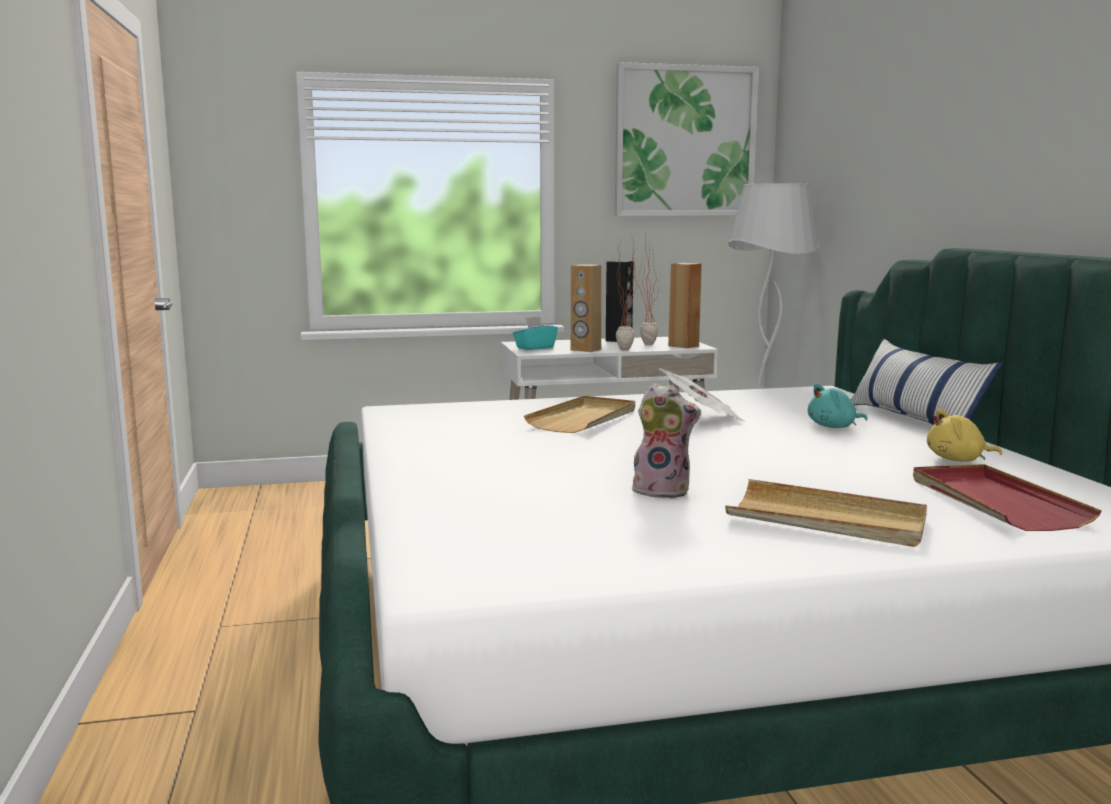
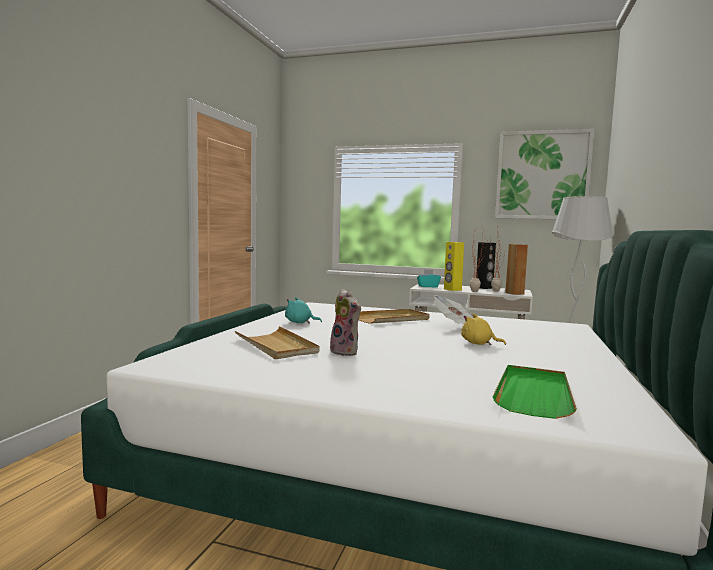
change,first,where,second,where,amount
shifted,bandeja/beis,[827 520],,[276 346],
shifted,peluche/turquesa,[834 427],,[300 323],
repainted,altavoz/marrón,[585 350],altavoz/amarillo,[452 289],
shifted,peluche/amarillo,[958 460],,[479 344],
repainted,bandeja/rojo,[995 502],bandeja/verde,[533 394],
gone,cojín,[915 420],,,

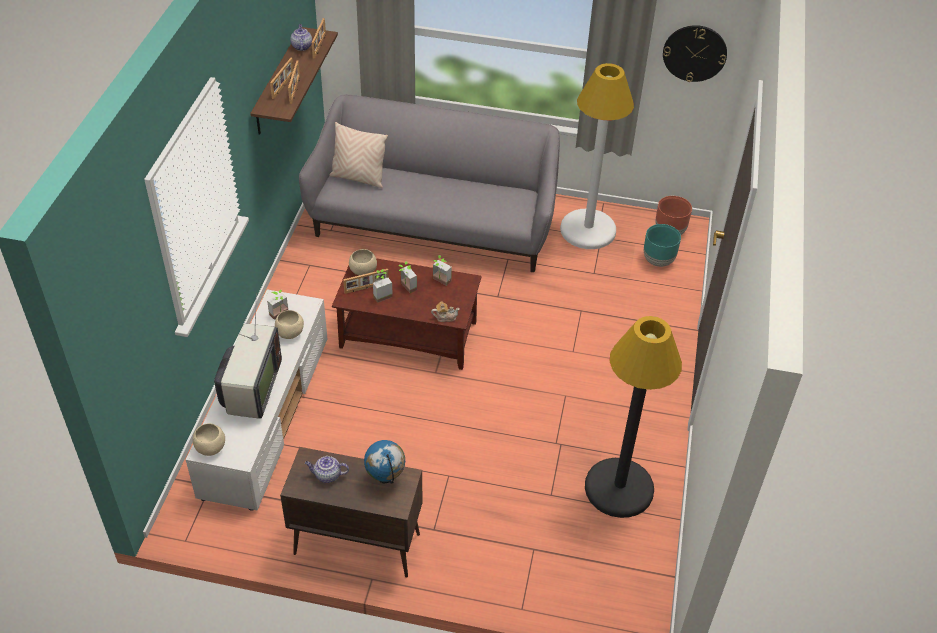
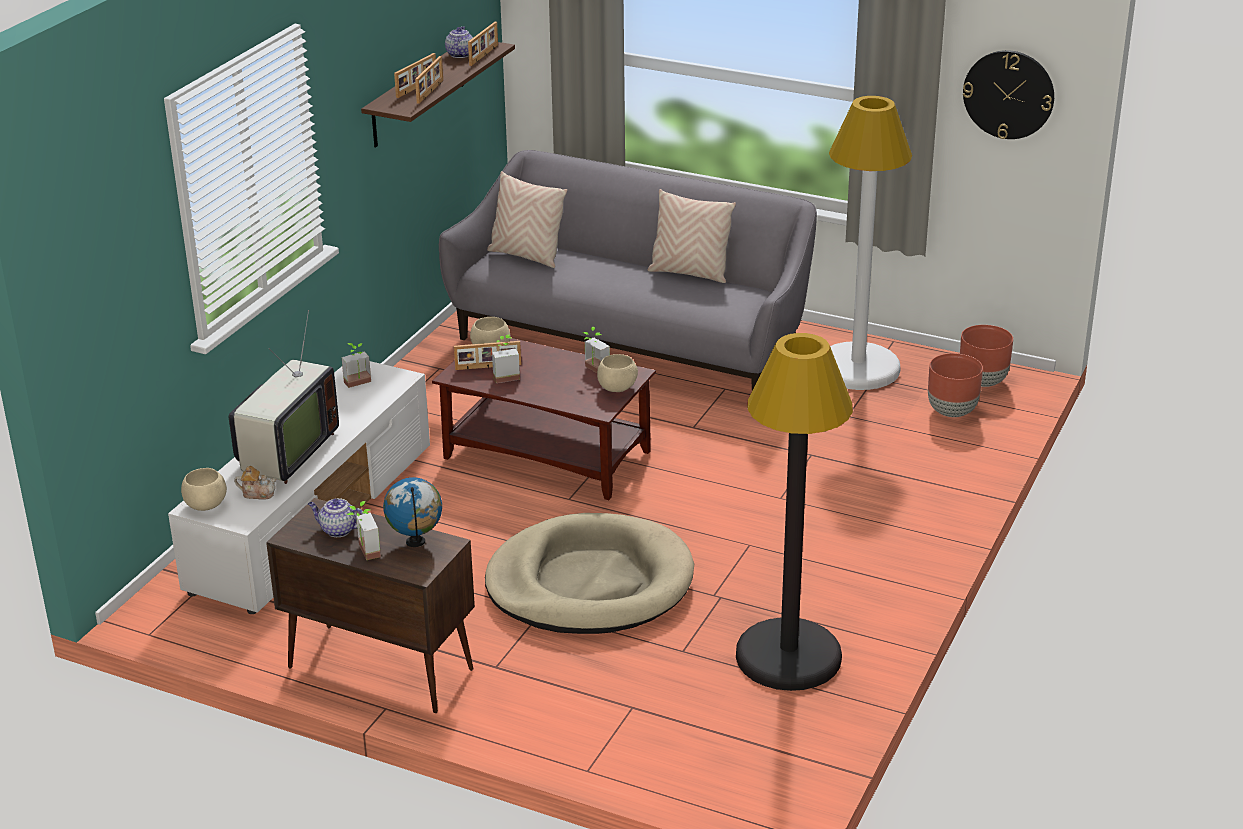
change,first,where,second,where,amount
shifted,tetera,[445 317],,[257 493],
shifted,planta en maceta,[405 288],,[363 552],
new,,,cama para perro/beis,[590 583],
shifted,cuenco/beis,[290 333],,[618 388],
new,,,cojín/beis,[690 273],
repainted,maceta/turquesa,[658 261],maceta/marrón,[952 412],

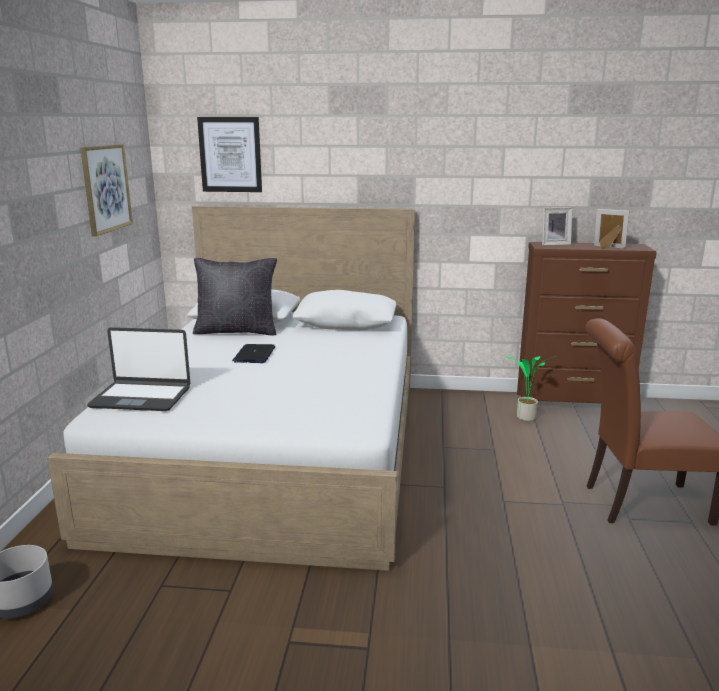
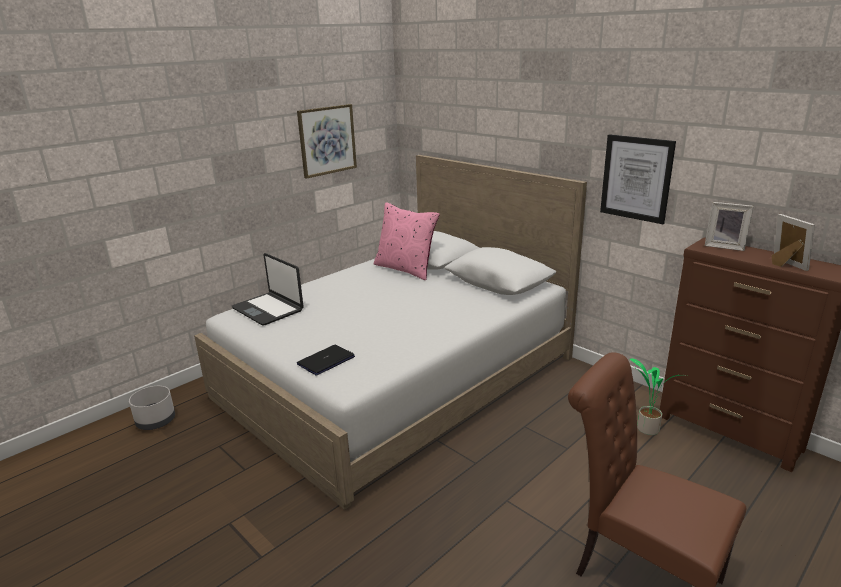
change,first,where,second,where,amount
shifted,portátil,[254 355],,[326 360],
repainted,cojín/negro,[237 331],cojín/rosa,[406 269],
shifted,cuadro,[230 155],,[636 178],

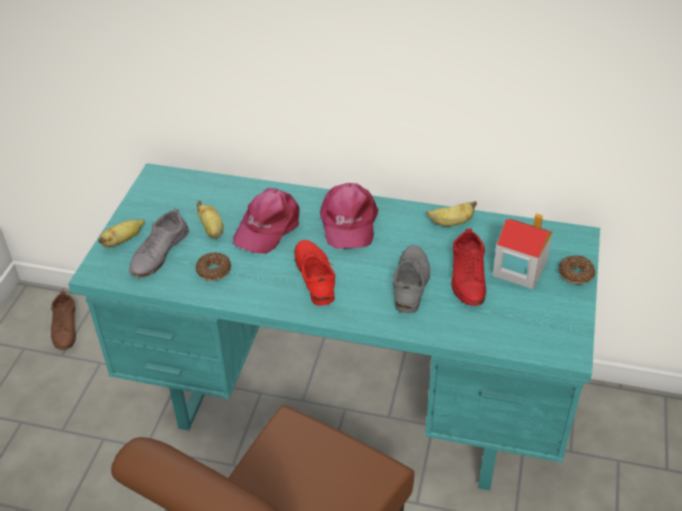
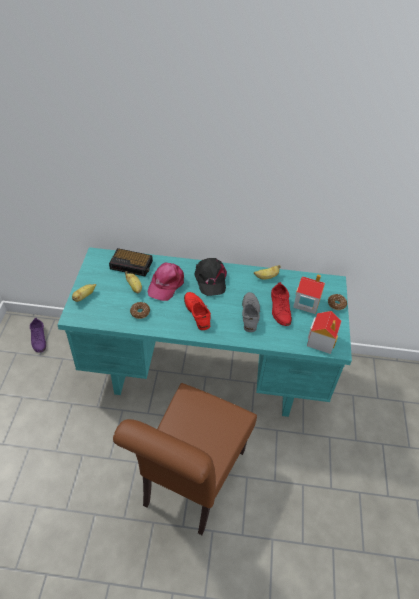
change,first,where,second,where,amount
repainted,zapato/marrón,[65 327],zapato/morado,[38 338],
new,,,despertador,[132 265],
repainted,gorra/rosa,[348 222],gorra/negro,[210 279],
new,,,casita,[321 340],
gone,zapato/gris,[159 252],,,

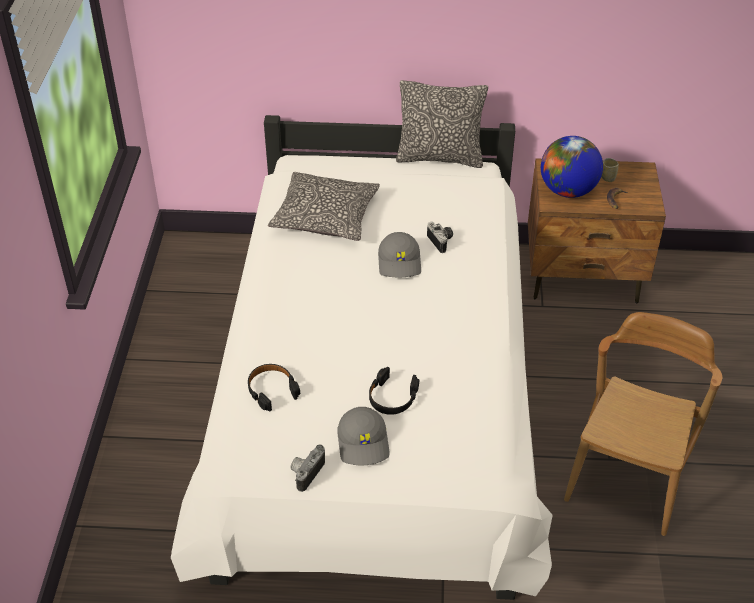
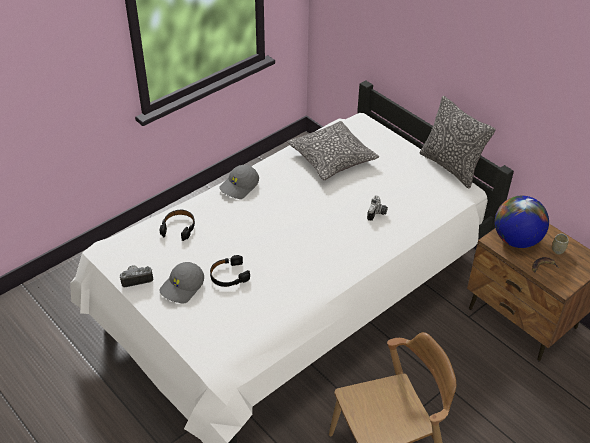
change,first,where,second,where,amount
shifted,gorra/gris,[400 263],,[239 186],

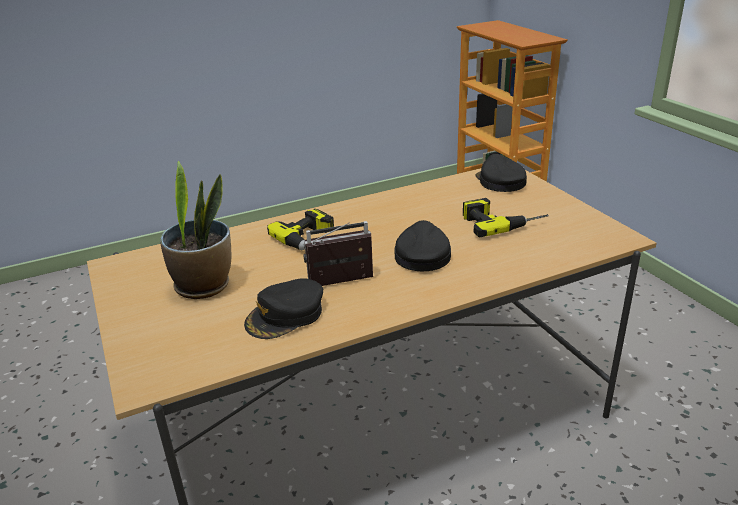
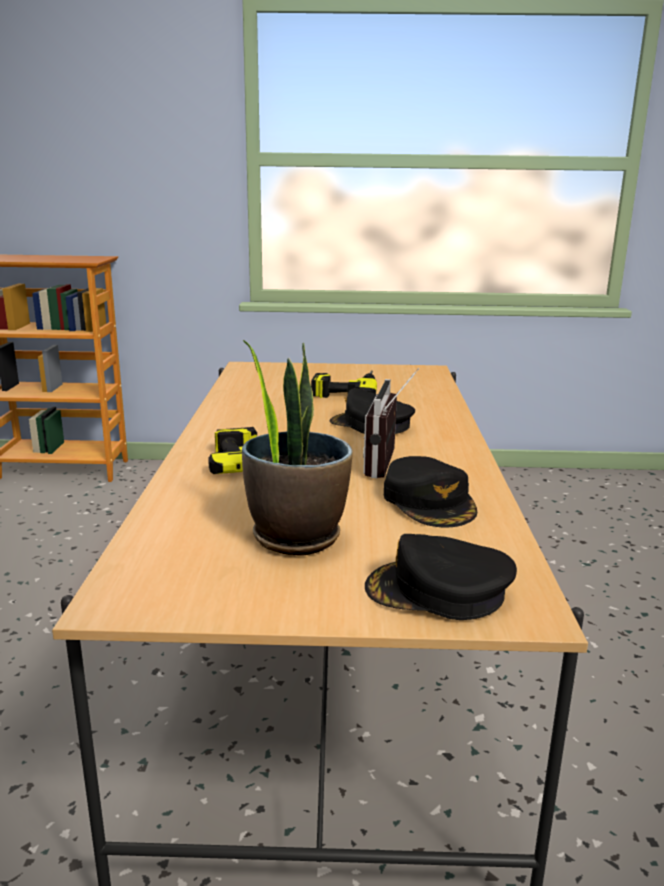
change,first,where,second,where,amount
shifted,gorra/negro,[500 181],,[438 591],

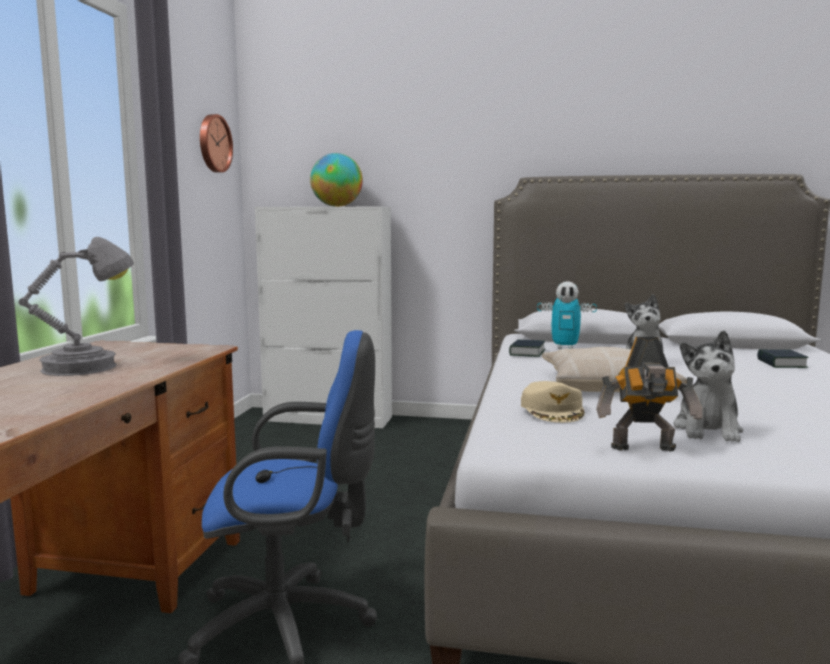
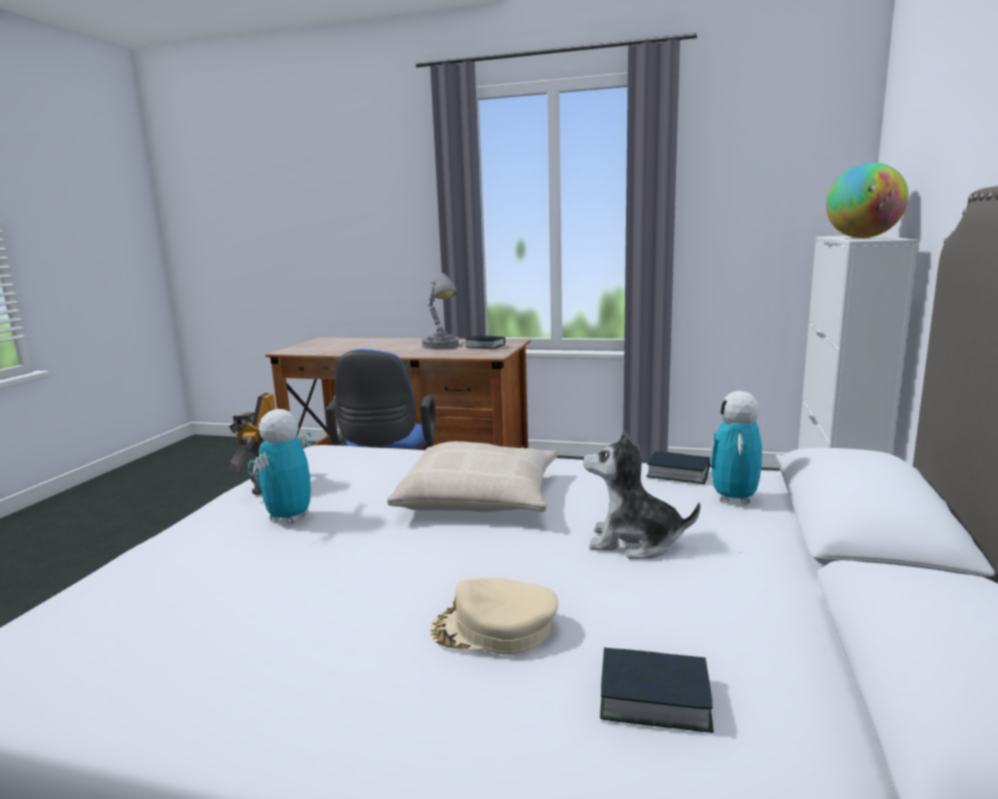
change,first,where,second,where,amount
swapped,peluche,[708 429],robot de juguete,[289 518],
shifted,gorra/beis,[553 410],,[494 628],
new,,,libro,[485 346],
gone,reloj de pared,[213 143],,,

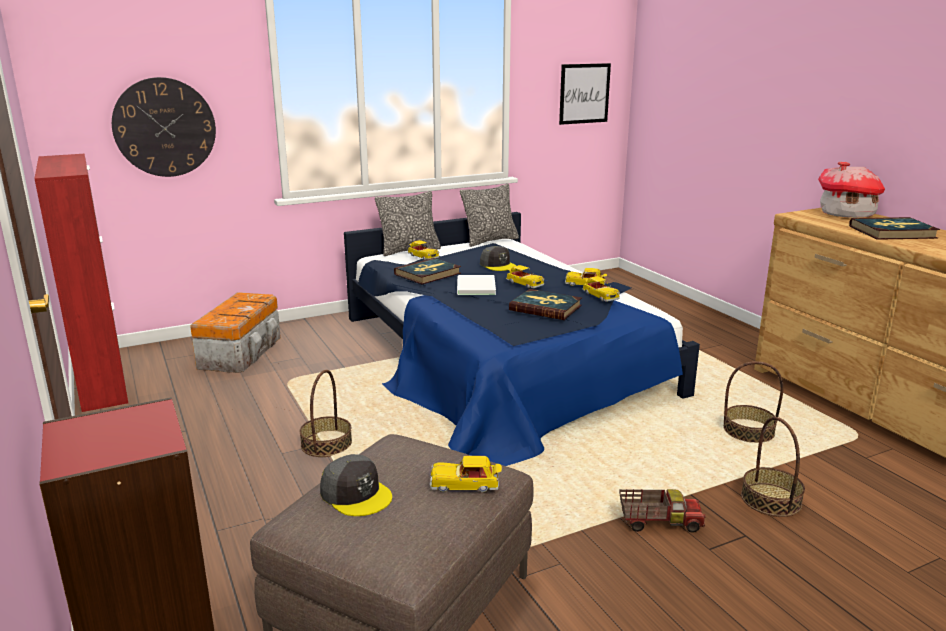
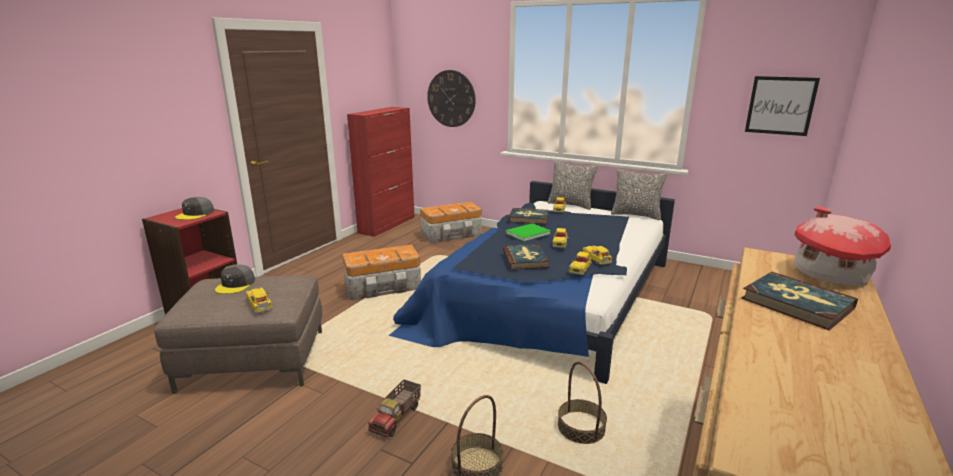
change,first,where,second,where,amount
shifted,gorra/gris,[498 265],,[195 214],
swapped,cesta,[326 444],caja de almacenaje,[384 287],
rotated,camión de juguete,[659 522],,[397 418],60 degrees clockwise
repainted,libro/blanco,[474 287],libro/verde,[526 233],

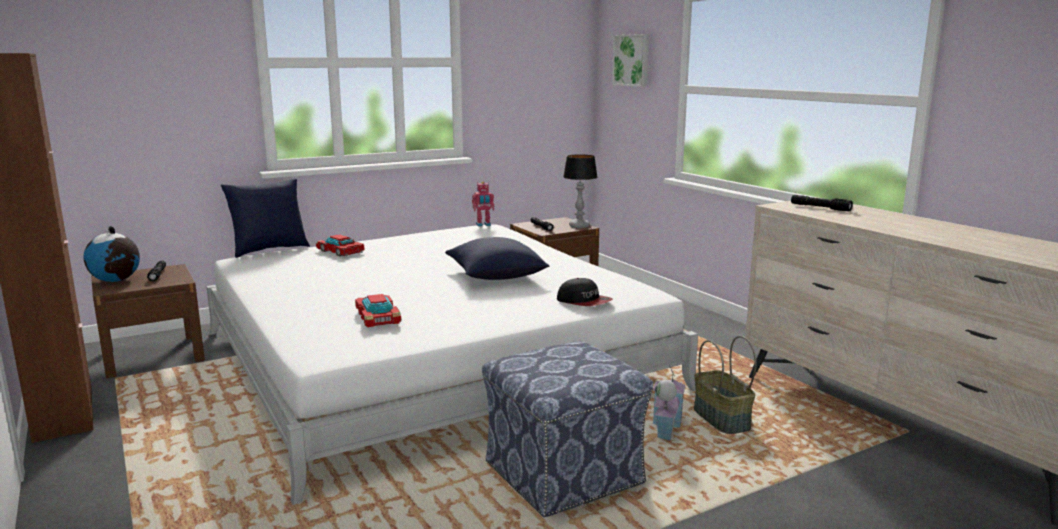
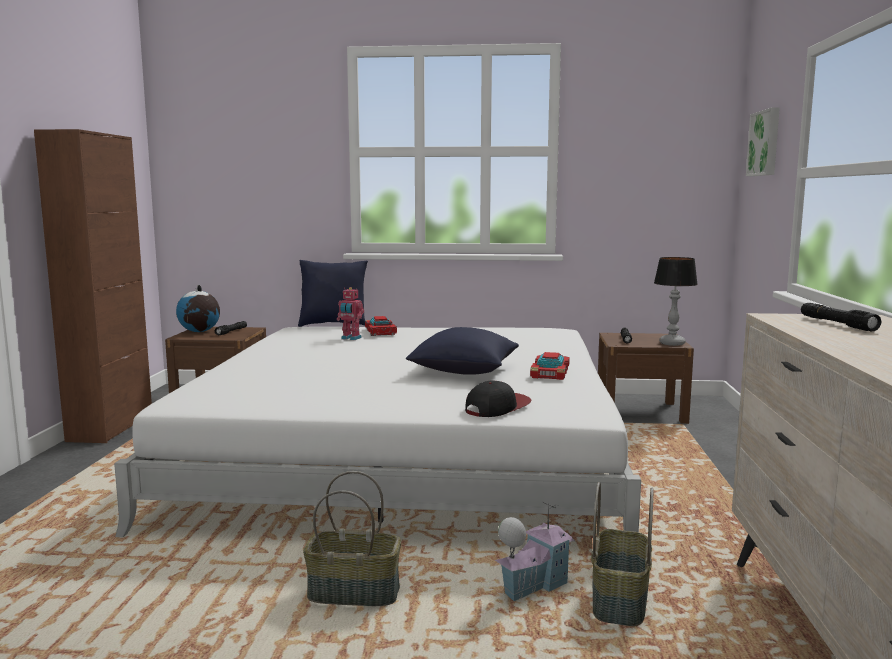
change,first,where,second,where,amount
swapped,puf,[565 472],cesta,[355 593],
shifted,robot de juguete,[483 225],,[350 338],
rotated,gorra,[584 301],,[497 408],120 degrees counterclockwise
shifted,coche de juguete,[378 317],,[551 373],

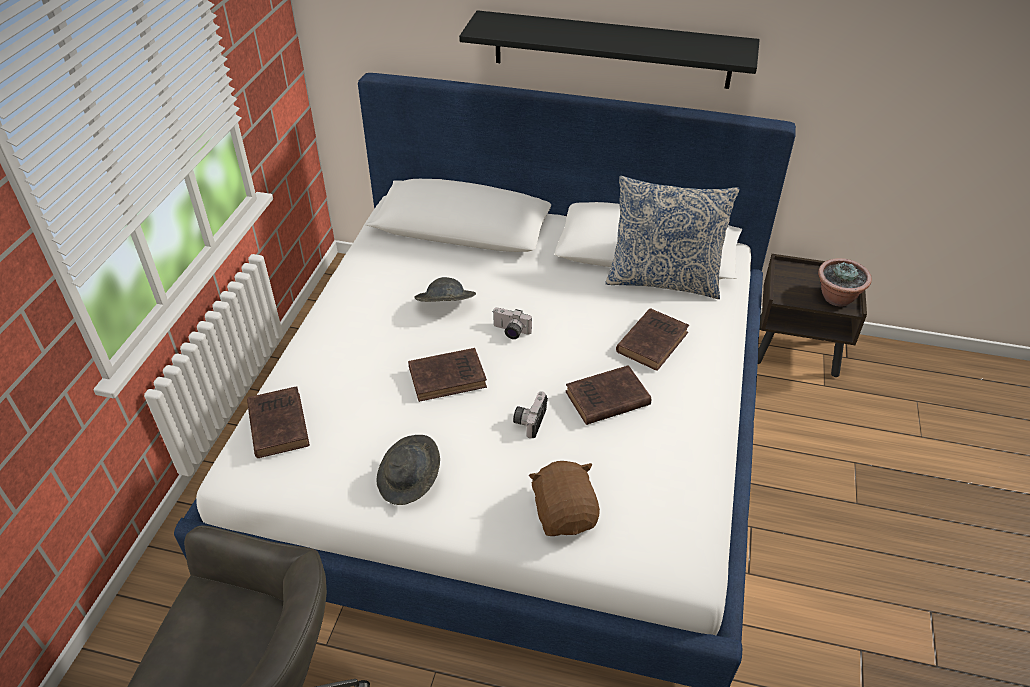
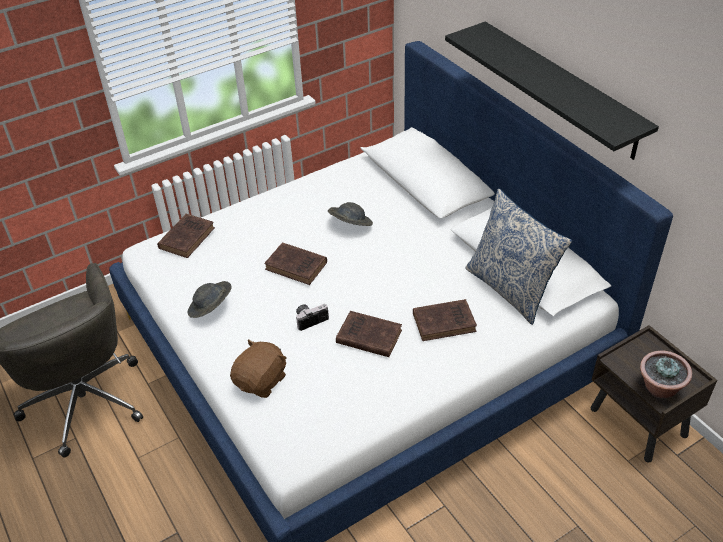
change,first,where,second,where,amount
gone,cámara,[510 332],,,

